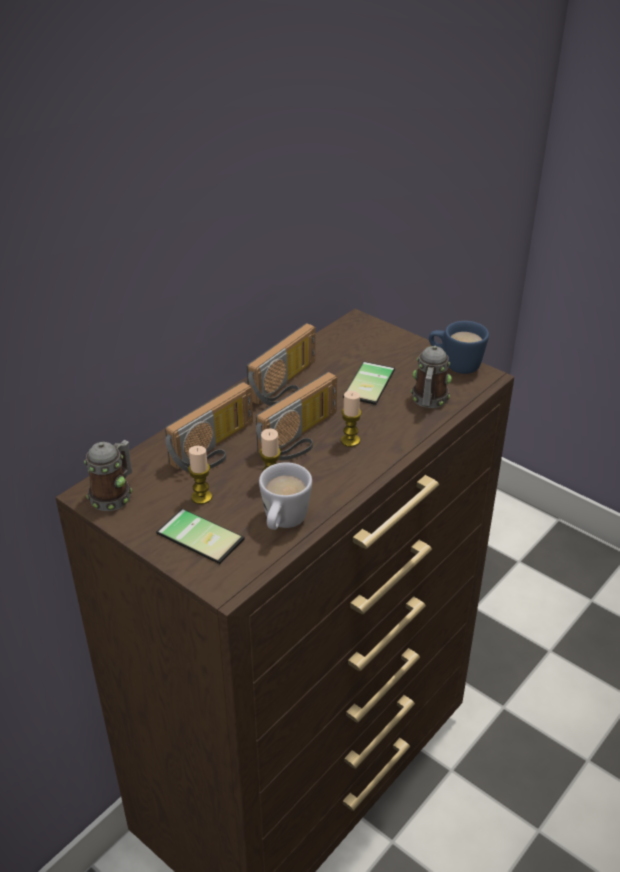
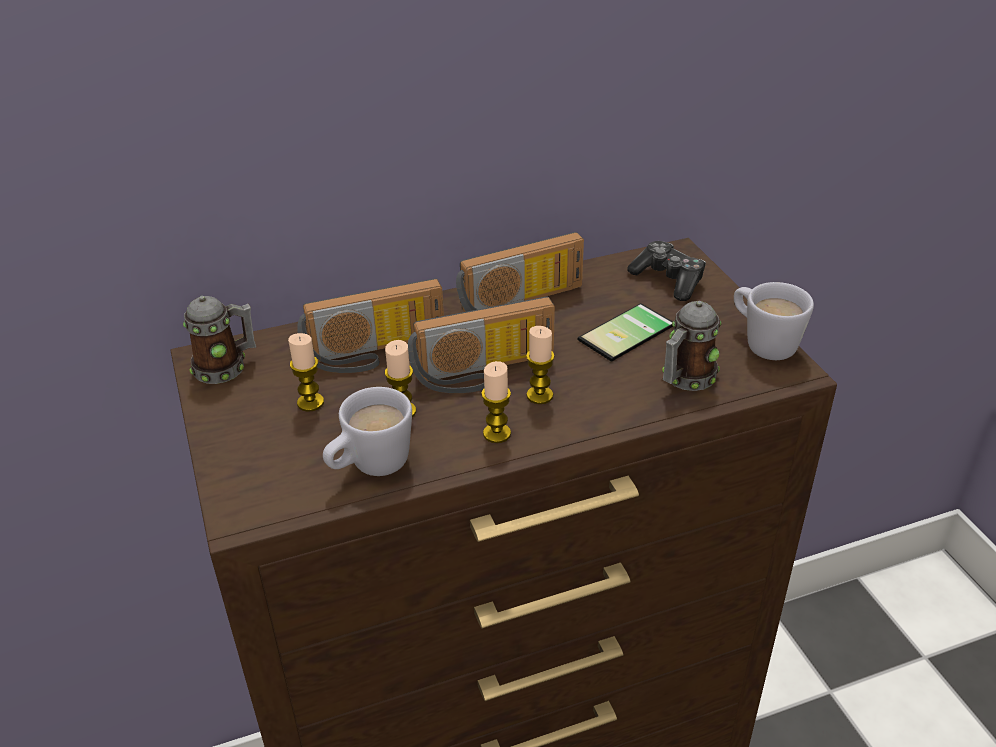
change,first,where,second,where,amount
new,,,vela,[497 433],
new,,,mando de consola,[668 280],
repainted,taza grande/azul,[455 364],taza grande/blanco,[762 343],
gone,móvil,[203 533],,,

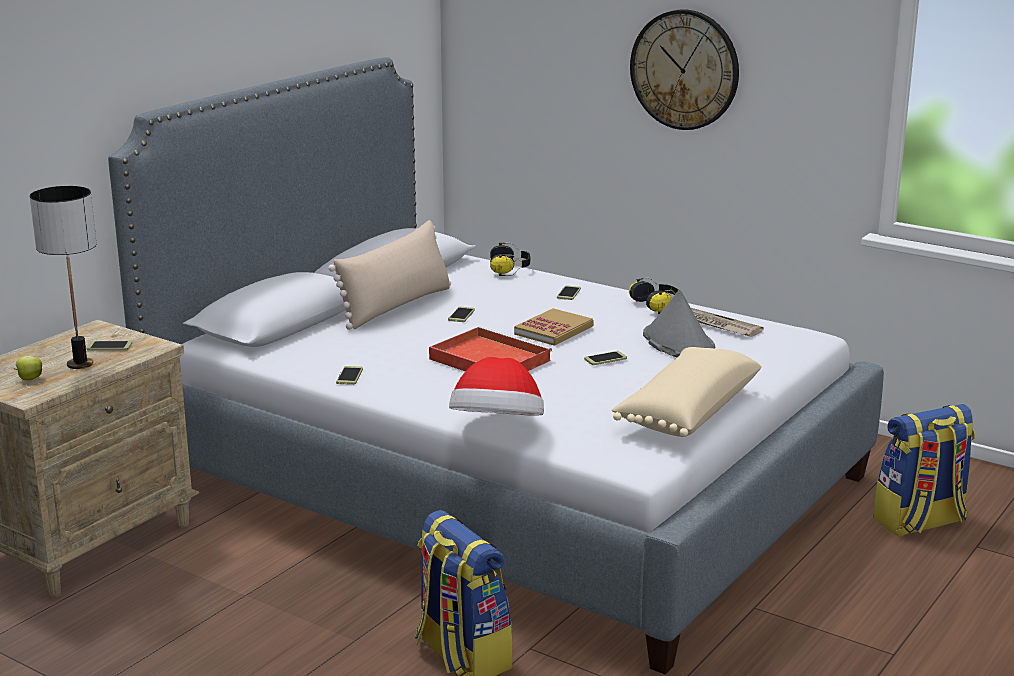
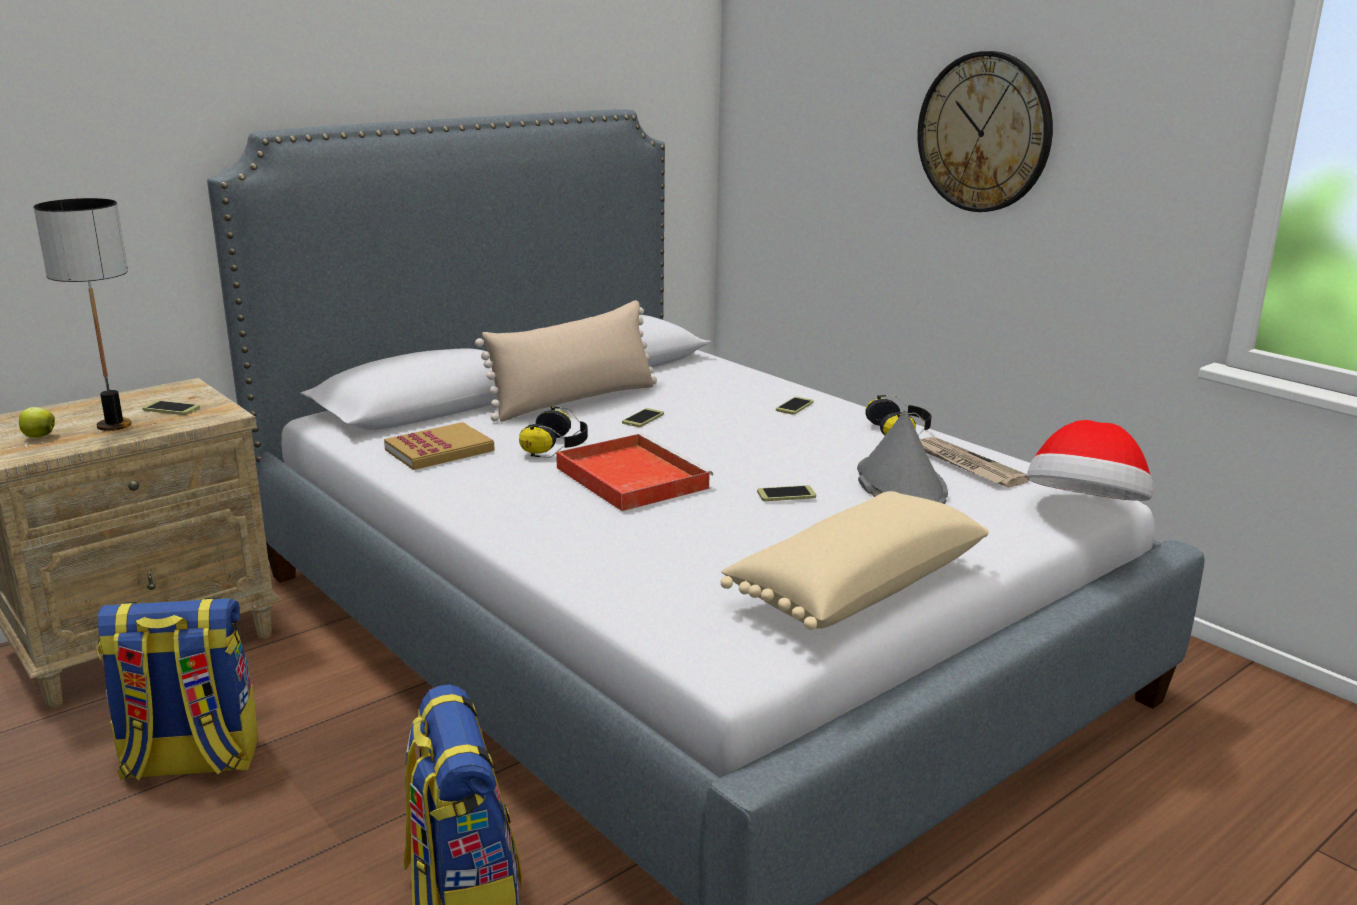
change,first,where,second,where,amount
shifted,mochila,[919 522],,[190 761],
shifted,libro,[554 330],,[439 450],
shifted,auriculares,[510 269],,[557 447],
shifted,sombrero,[498 429],,[1085 512],
gone,móvil,[349 376],,,

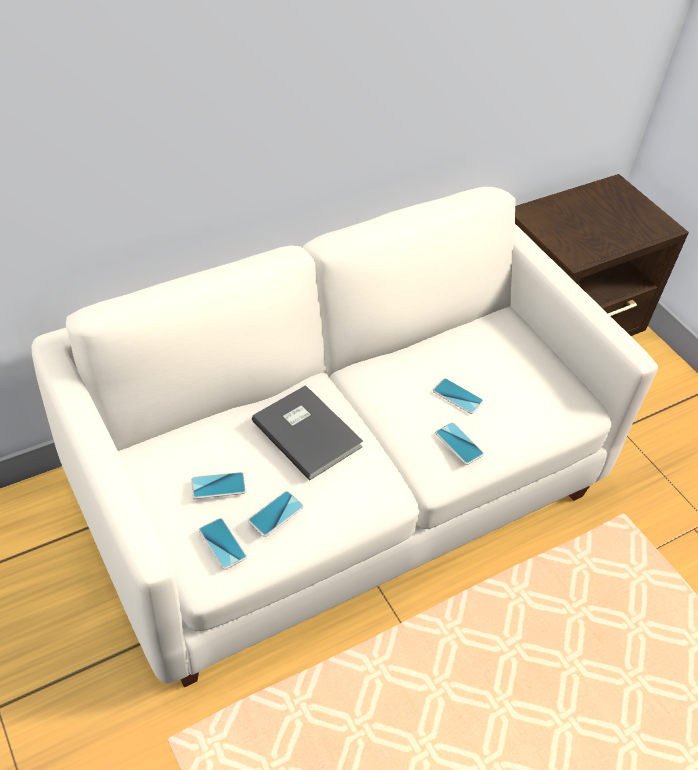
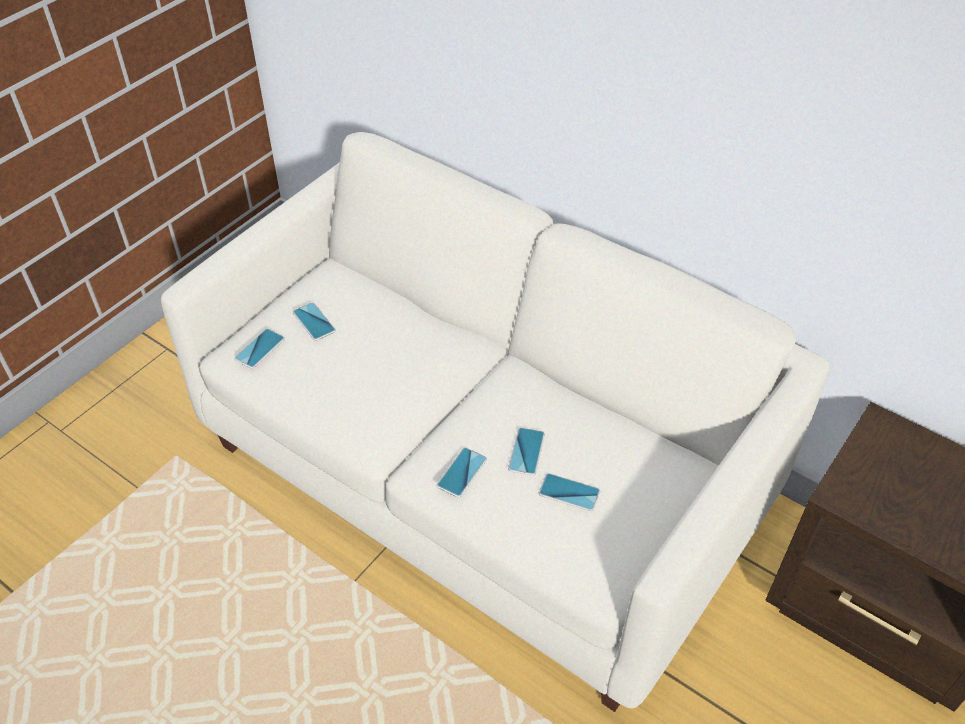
change,first,where,second,where,amount
shifted,móvil,[276 514],,[569 493],
gone,libro/gris,[308 432],,,

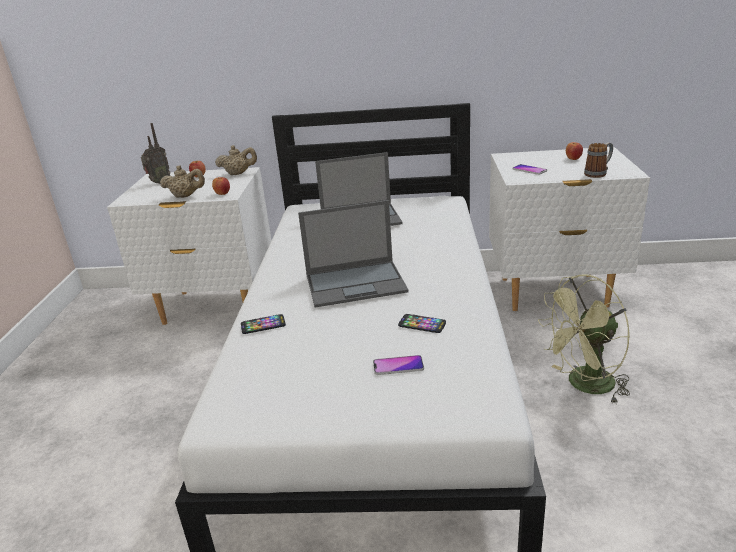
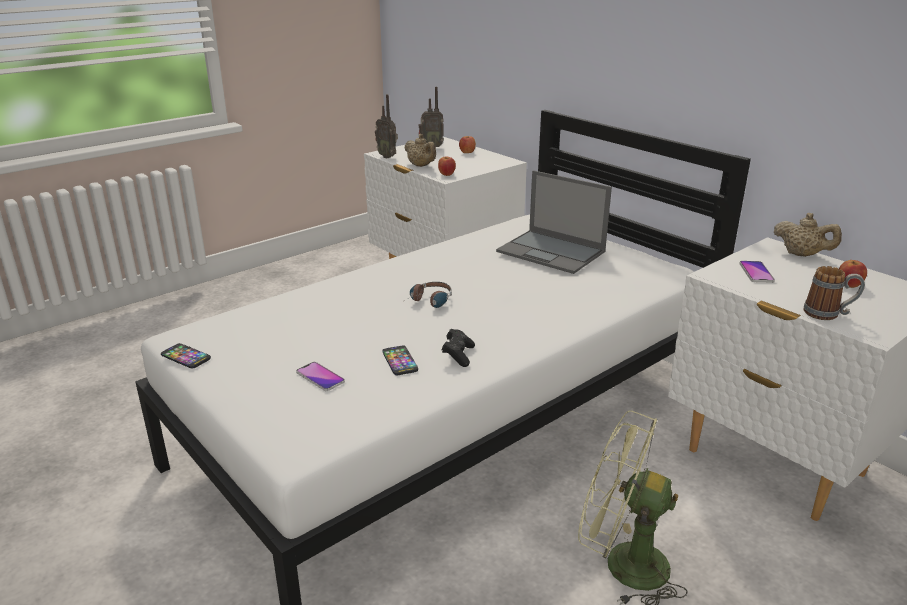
change,first,where,second,where,amount
shifted,móvil,[263 325],,[186 357],
new,,,radio,[388 156],
swapped,portátil,[356 283],auriculares,[428 302],
new,,,mando de consola/negro,[458 355],
shifted,tetera/beis,[238 173],,[802 255],

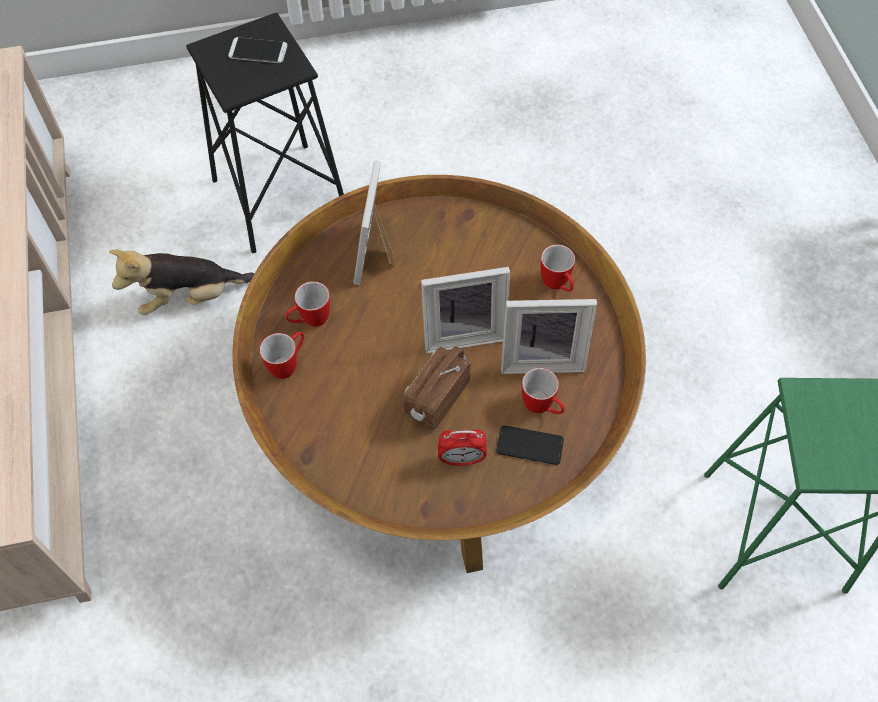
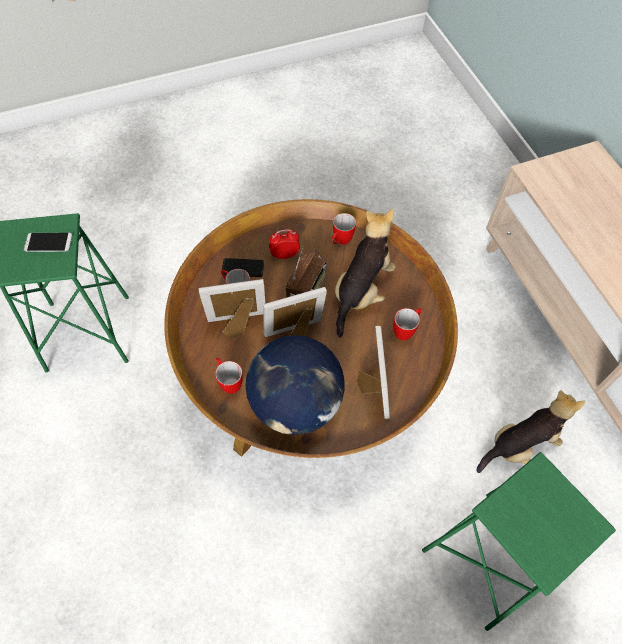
change,first,where,second,where,amount
shifted,móvil,[258 51],,[48 242],
new,,,globo terráqueo,[296 403],
shifted,taza grande,[288 364],,[340 242],
new,,,peluche,[361 291],
repainted,taburete/negro,[279 197],taburete/verde,[488 559],

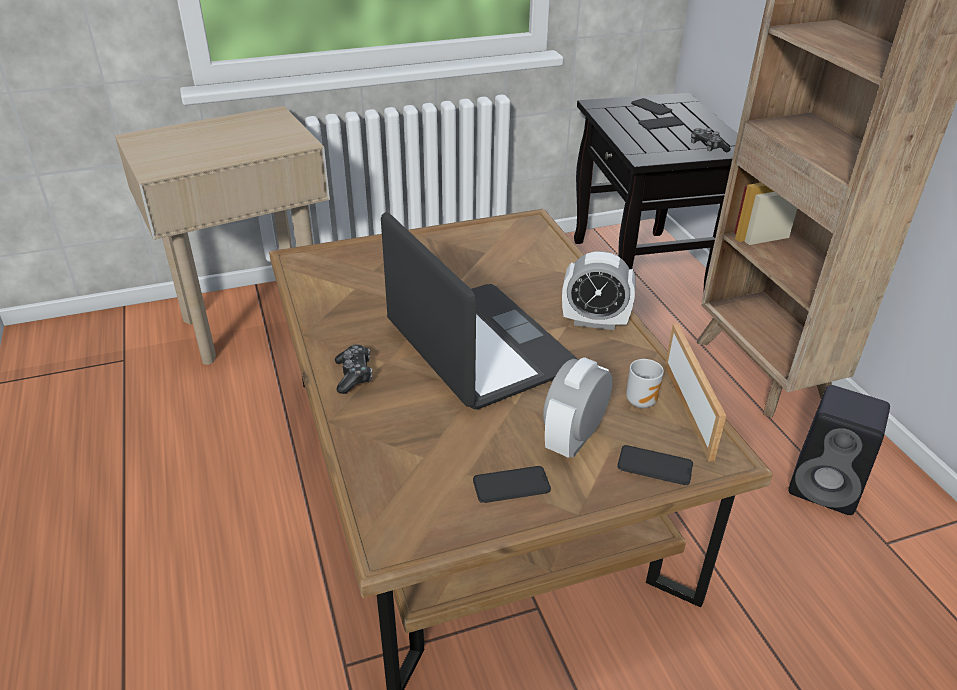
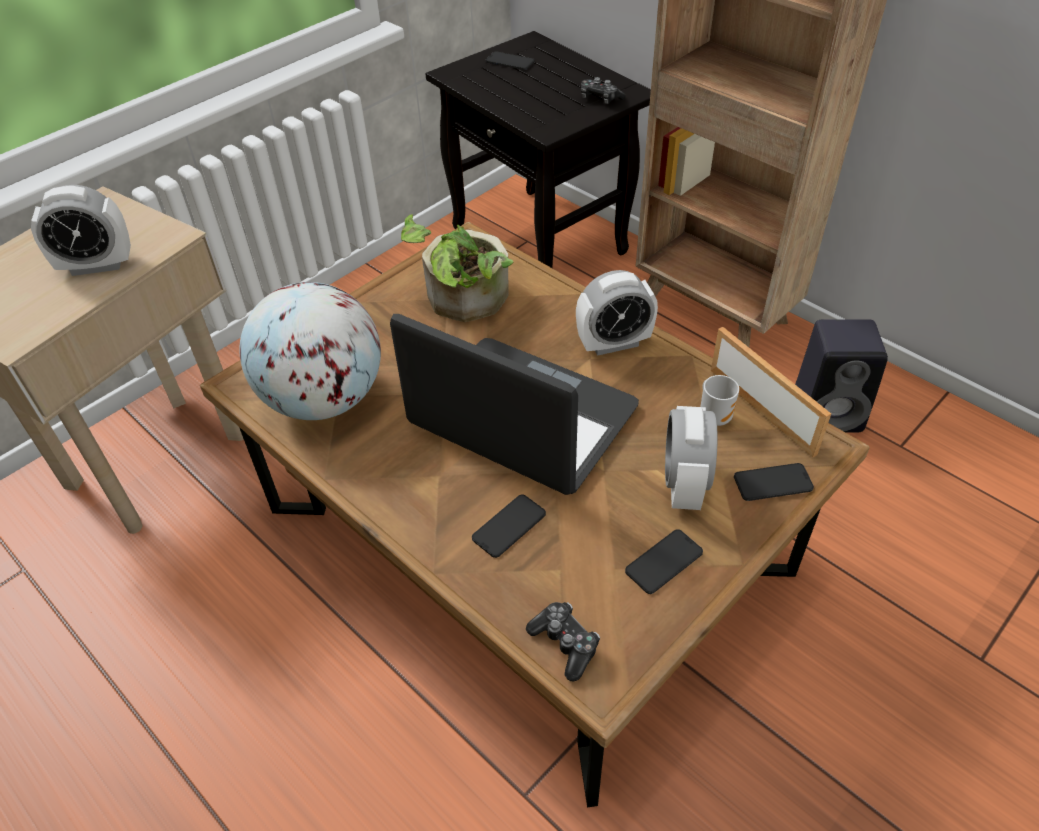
change,first,where,second,where,amount
new,,,despertador,[97 265],
new,,,globo terráqueo,[324 399],
new,,,planta en maceta,[463 303],
shifted,móvil,[660 124],,[509 526],
shifted,mando de consola,[354 375],,[565 643],

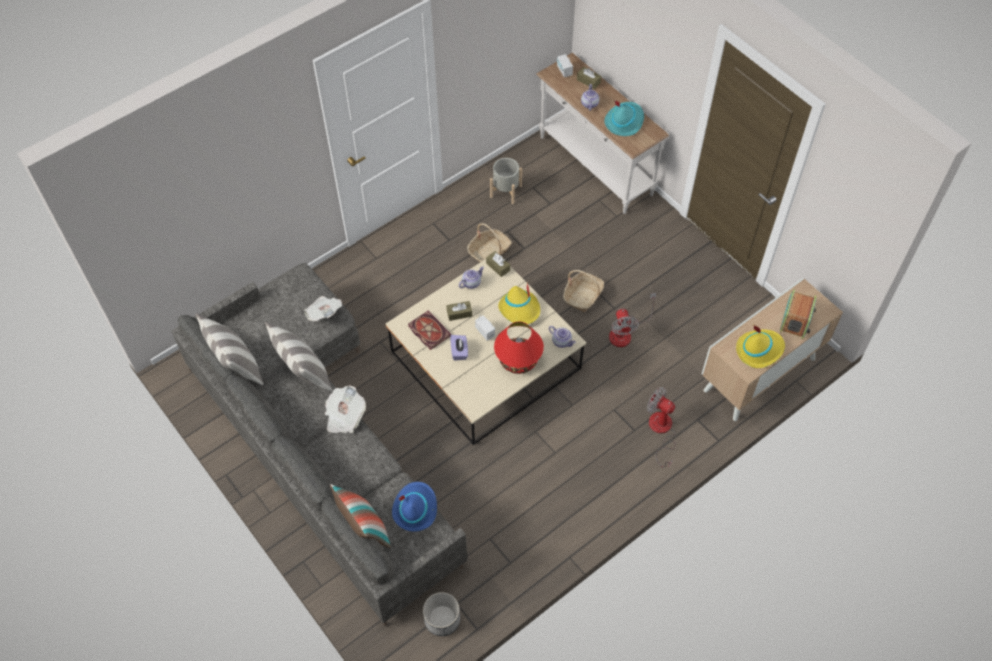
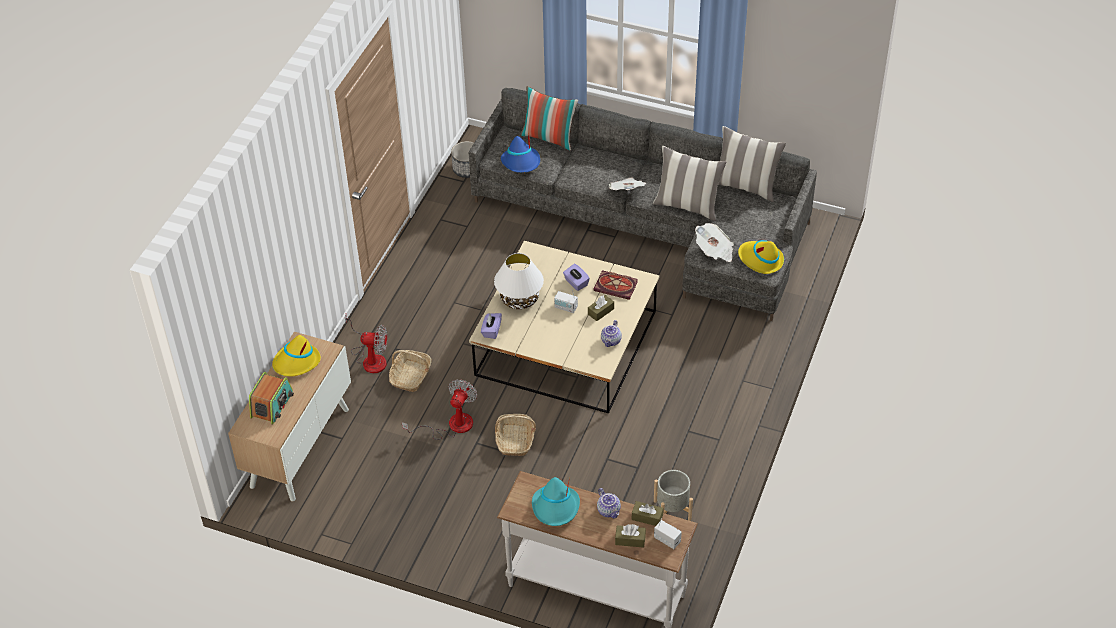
change,first,where,second,where,amount
rotated,radio,[796 319],,[272 405],150 degrees counterclockwise
shifted,cesta,[489 251],,[411 376],
rotated,ventilador,[625 332],,[451 425],60 degrees clockwise
swapped,tetera,[562 341],caja de pañuelos/morado,[491 331],
repainted,lámpara de mesa/rojo,[518 360],lámpara de mesa/blanco,[520 299],
shifted,caja de pañuelos/marrón,[498 266],,[647 517],
shifted,sombrero/amarillo,[520 309],,[760 260],

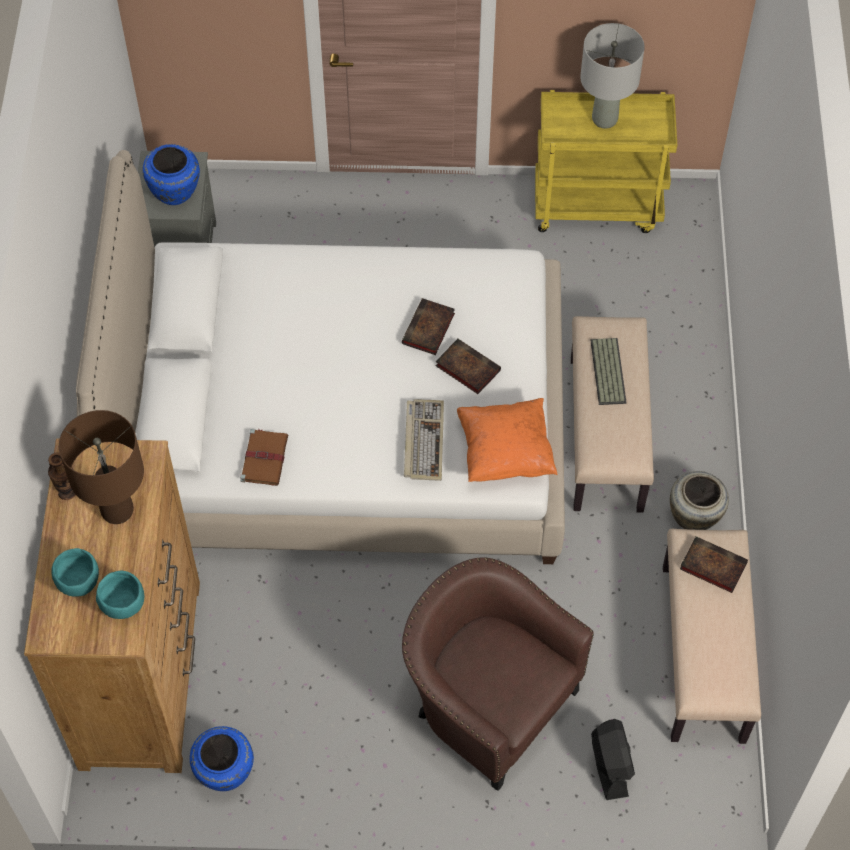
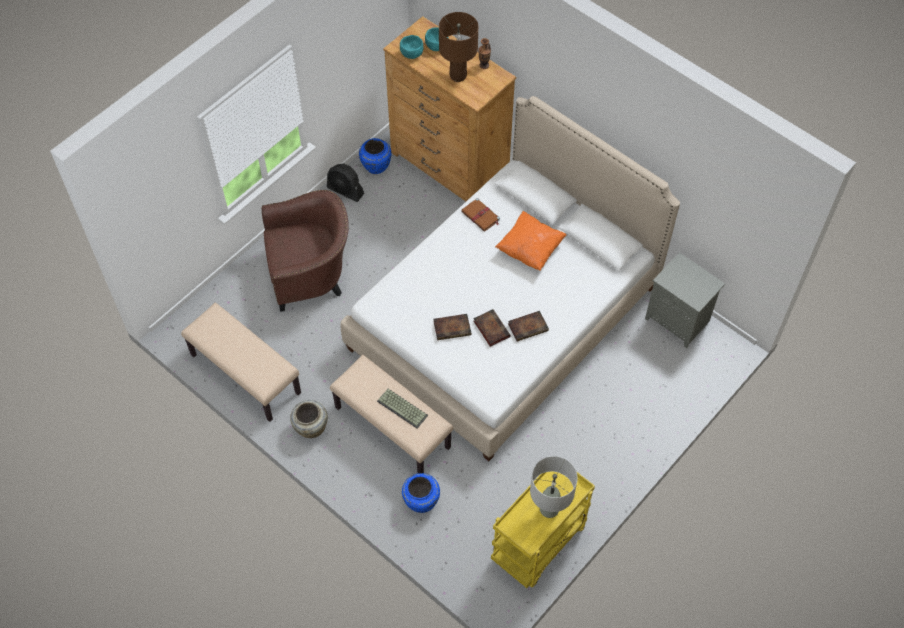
change,first,where,second,where,amount
shifted,ventilador/negro,[609 765],,[345 191],
shifted,florero/azul,[175 194],,[421 501],
shifted,cojín/naranja,[505 453],,[530 249],
shifted,libro,[711 566],,[528 327],
gone,teclado,[423 441],,,

